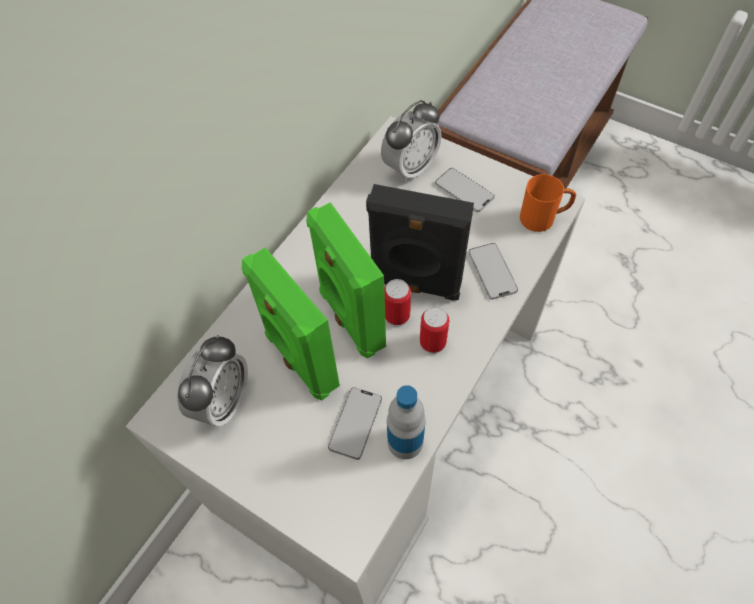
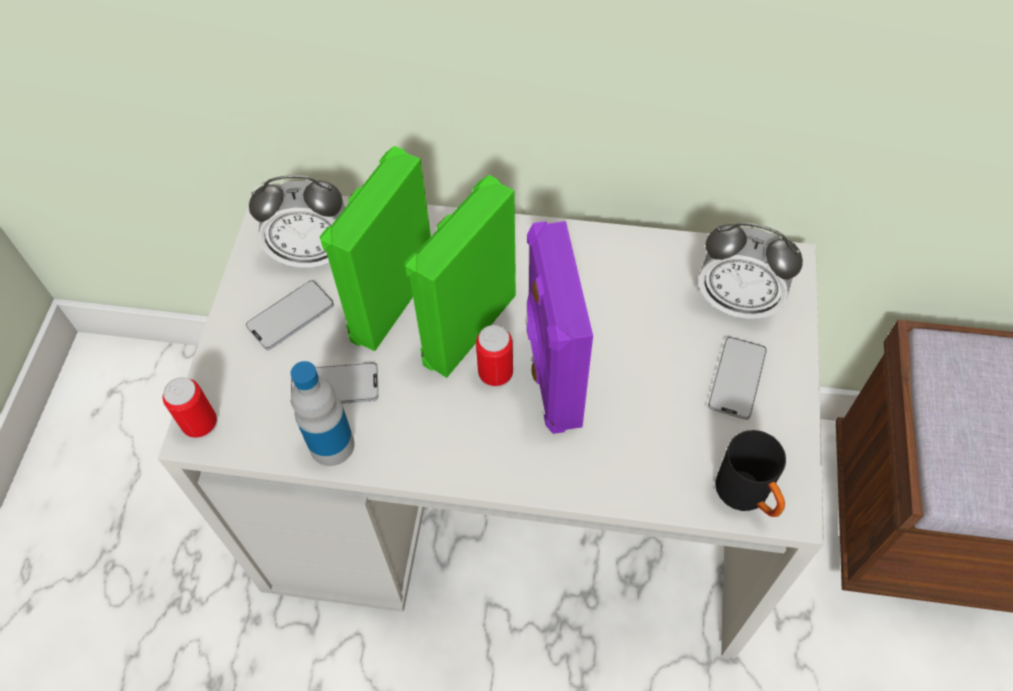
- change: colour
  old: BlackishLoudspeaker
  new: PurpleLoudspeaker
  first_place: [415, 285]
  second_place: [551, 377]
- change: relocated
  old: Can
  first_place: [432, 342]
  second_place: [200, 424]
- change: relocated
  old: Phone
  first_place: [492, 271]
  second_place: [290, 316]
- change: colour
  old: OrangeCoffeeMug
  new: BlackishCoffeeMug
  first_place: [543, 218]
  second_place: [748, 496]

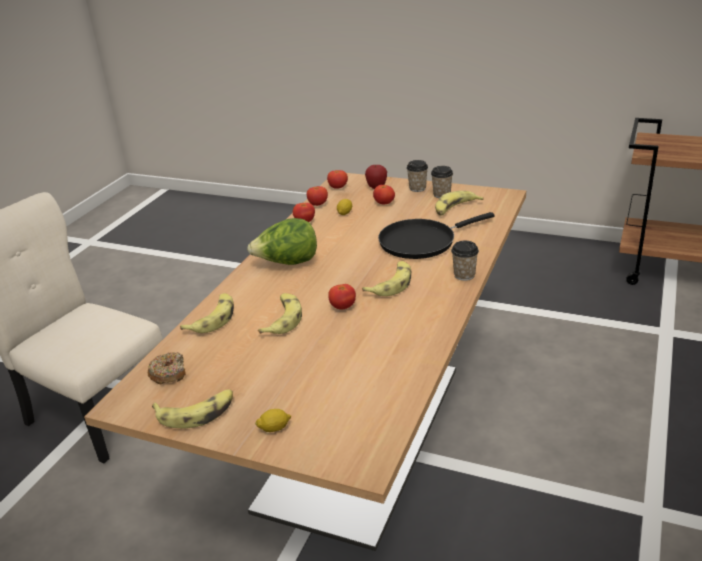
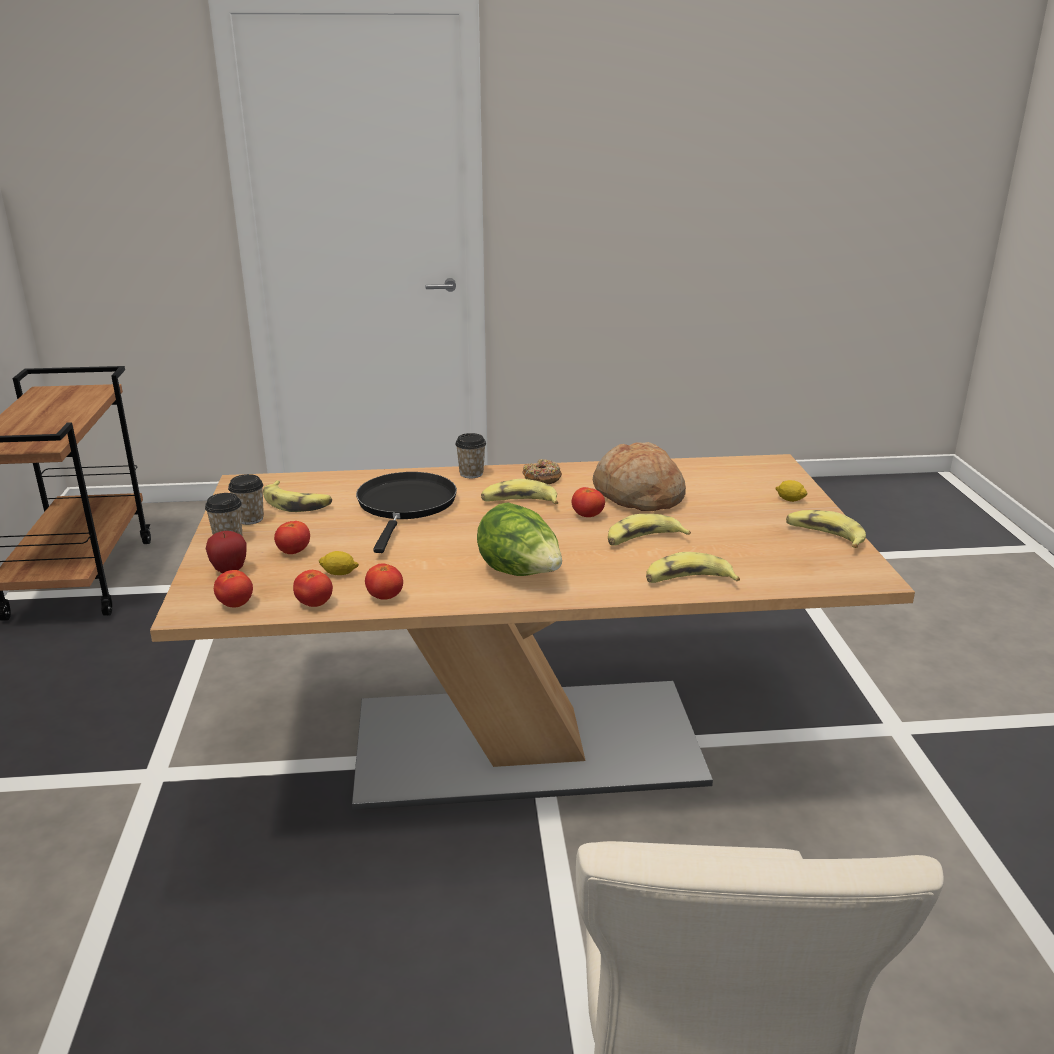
- change: relocated
  old: RingDoughnut
  first_place: [168, 373]
  second_place: [542, 478]
- change: spun
  old: BlackishFryingPan
  first_place: [422, 242]
  second_place: [405, 506]
  degrees: -120
- change: appeared
  new: BakedBread
  second_place: [638, 495]

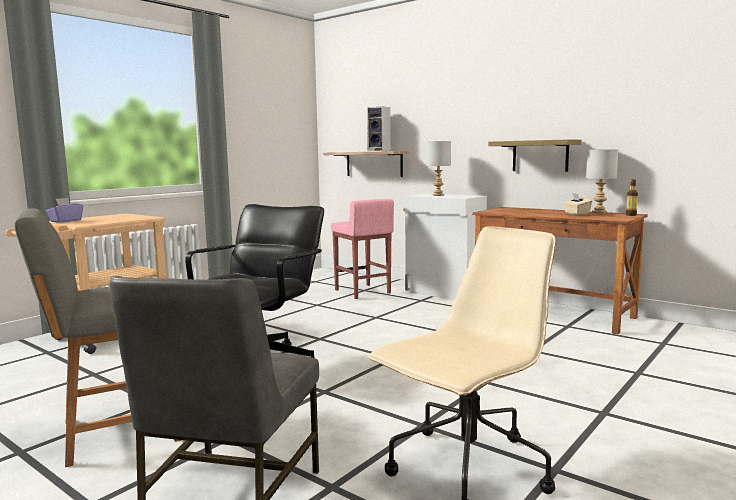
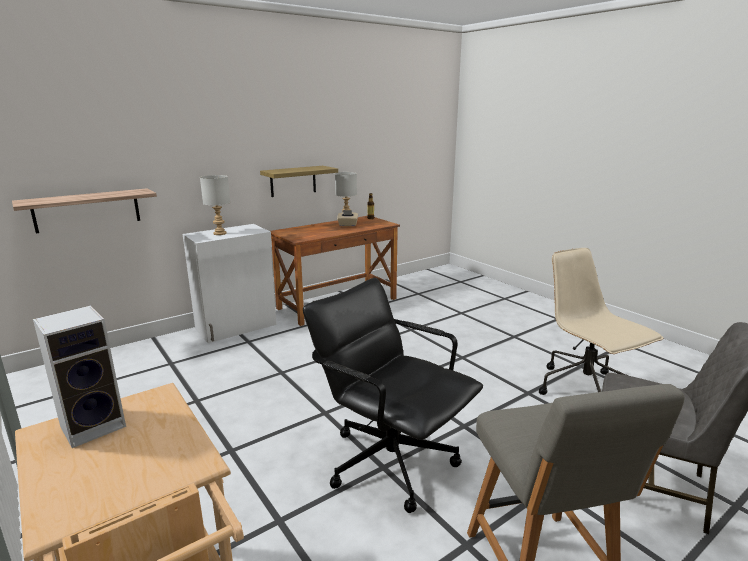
- change: missing
  old: PurpleTissueBox
  first_place: [66, 221]
- change: missing
  old: PinkishStool
  first_place: [362, 292]
- change: relocated
  old: Loudspeaker
  first_place: [380, 151]
  second_place: [95, 425]

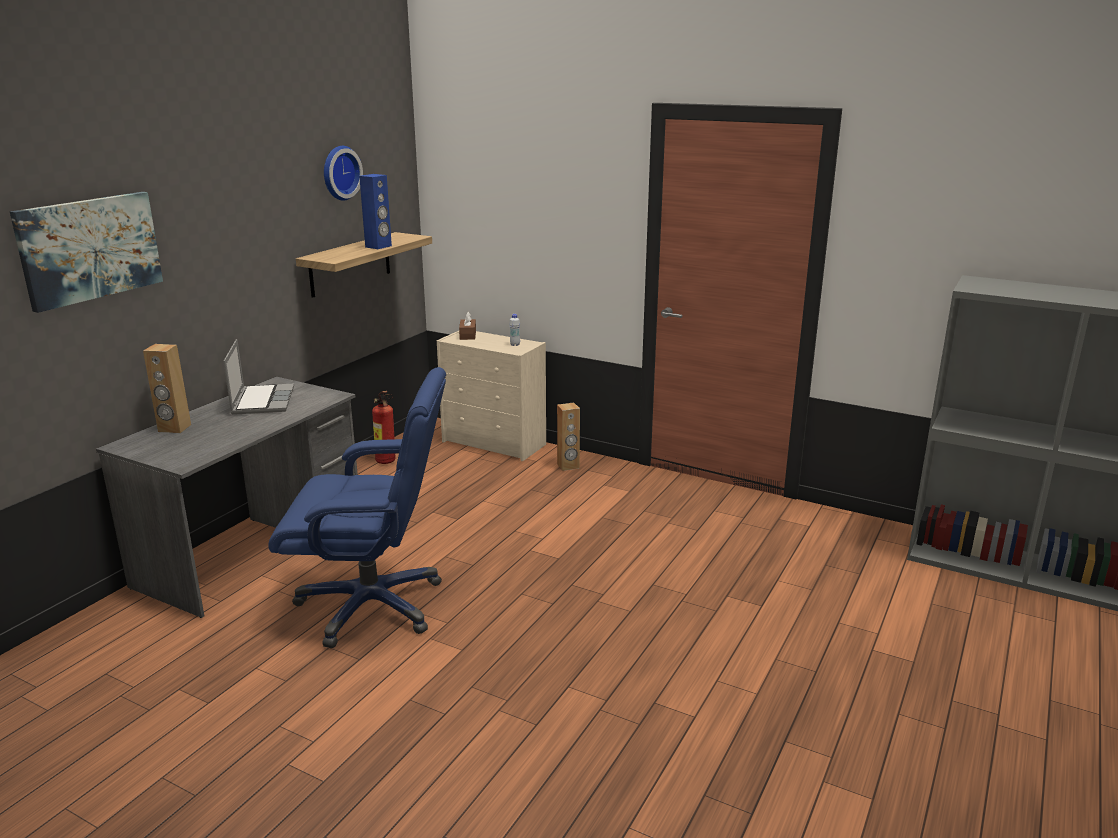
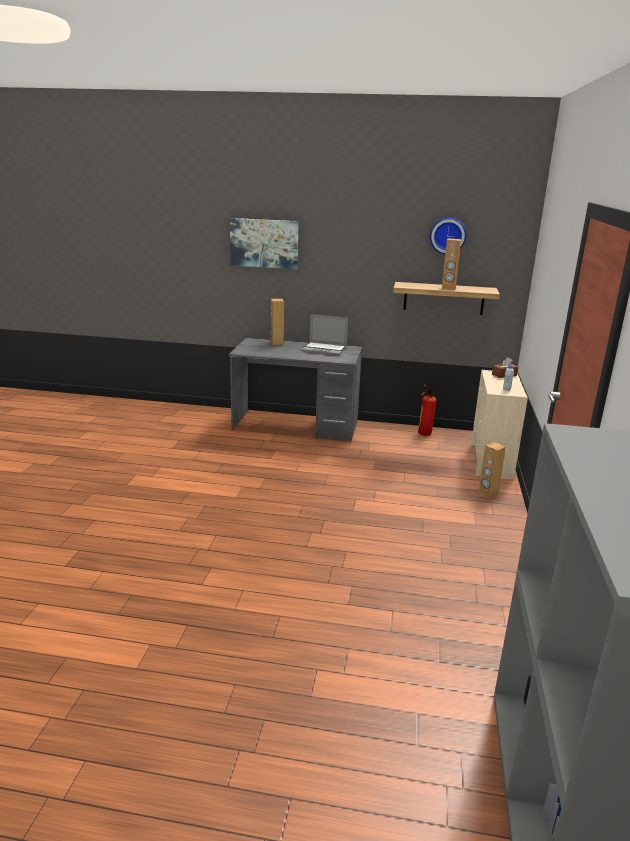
- change: spun
  old: Laptop
  first_place: [262, 401]
  second_place: [325, 350]
  degrees: 45
- change: missing
  old: BlueComputerChair
  first_place: [372, 605]
- change: colour
  old: BlueLoudspeaker
  new: BrownishLoudspeaker
  first_place: [378, 246]
  second_place: [448, 289]

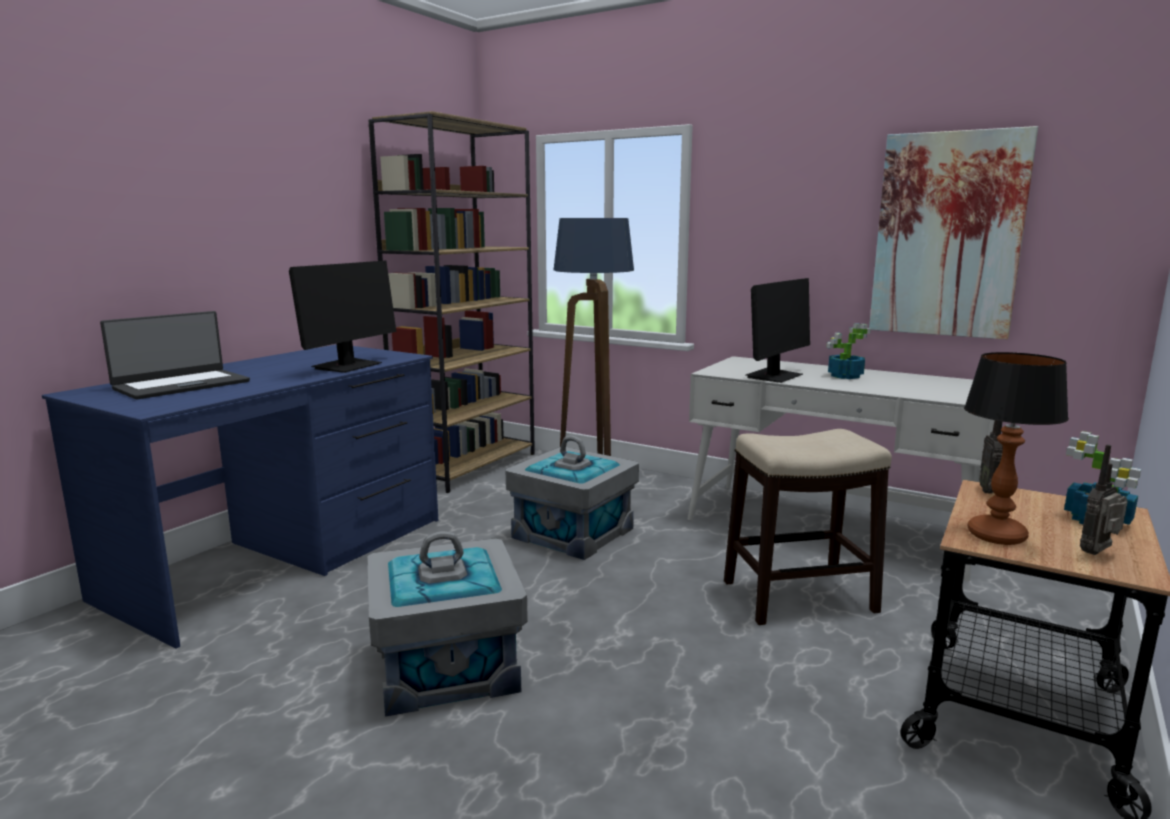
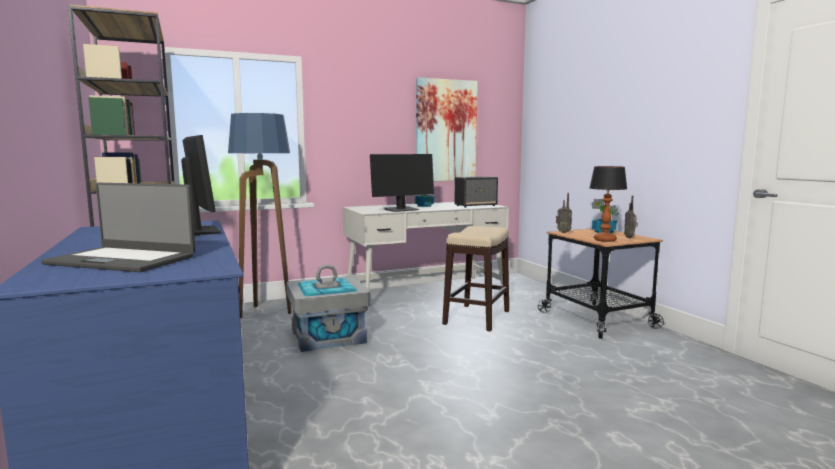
- change: spun
  old: Laptop
  first_place: [181, 385]
  second_place: [123, 260]
  degrees: 120
- change: missing
  old: GrayStorageContainer
  first_place: [447, 665]
- change: spun
  old: ComputerScreen
  first_place: [774, 376]
  second_place: [401, 210]
  degrees: 75
- change: appeared
  new: Loudspeaker
  second_place: [476, 205]

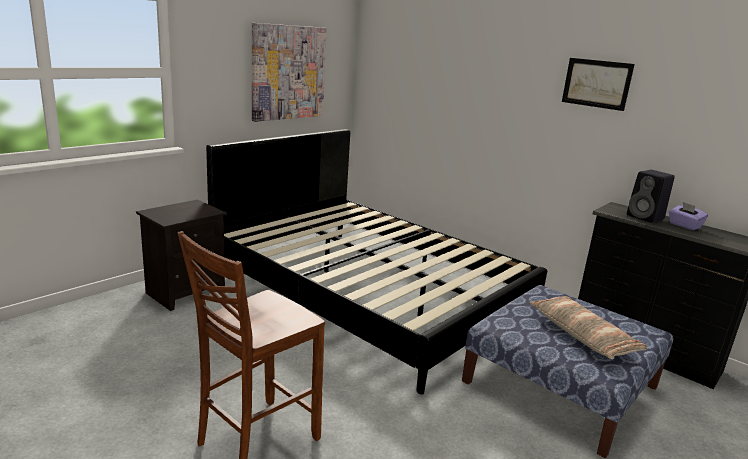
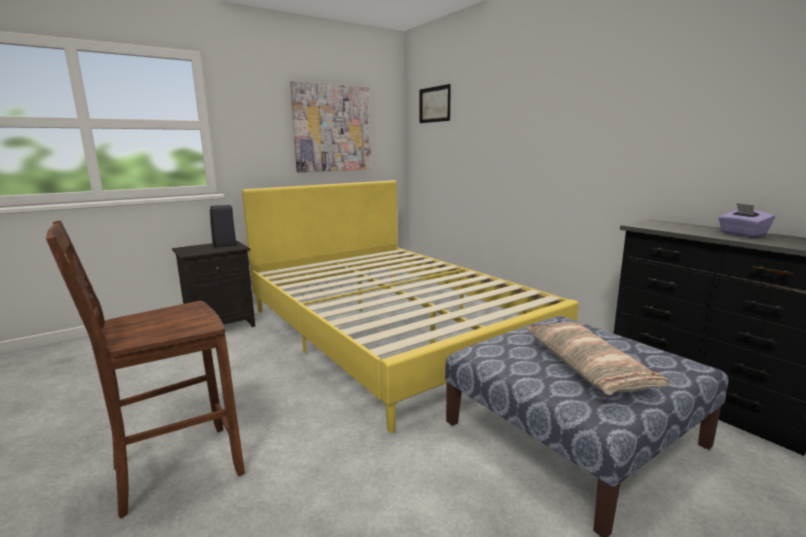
- change: colour
  old: BlackishSleepingBed
  new: YellowSleepingBed
  first_place: [369, 293]
  second_place: [393, 330]
- change: relocated
  old: WallPicture
  first_place: [596, 83]
  second_place: [434, 104]
- change: relocated
  old: BlackishLoudspeaker
  first_place: [646, 218]
  second_place: [225, 244]

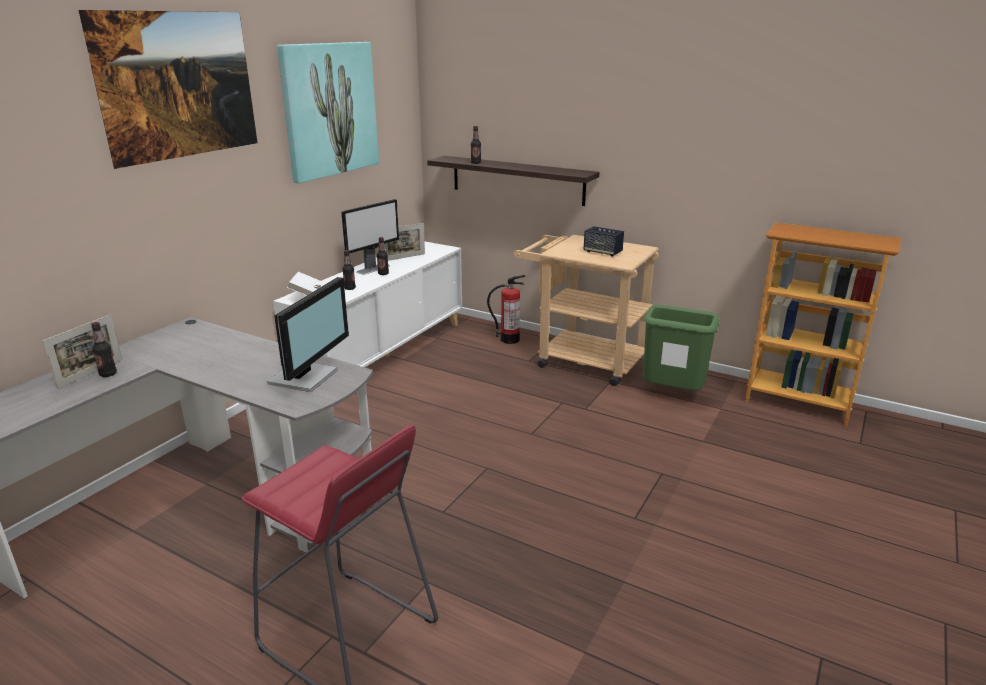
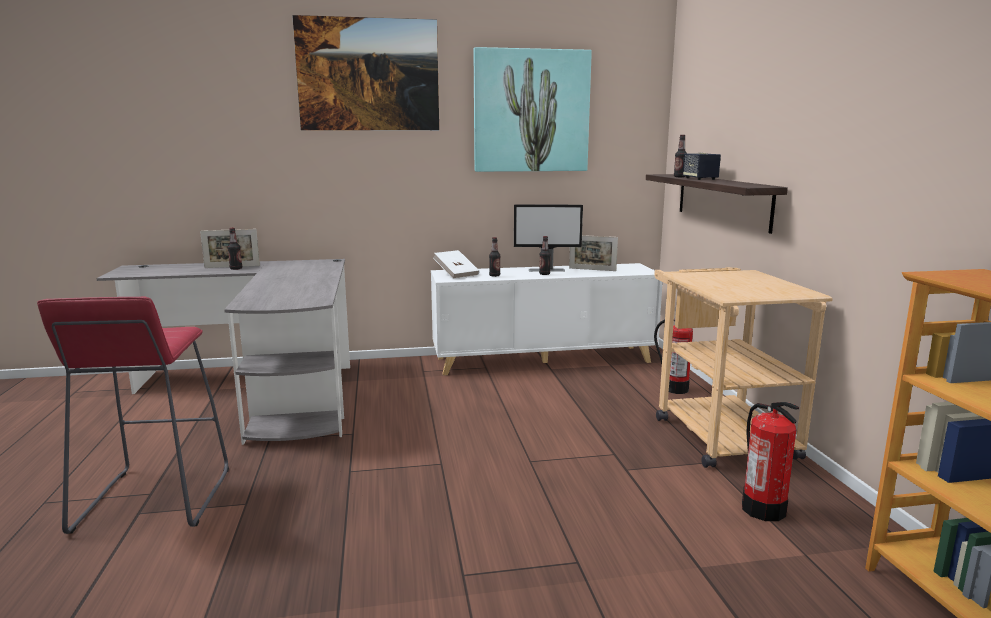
- change: missing
  old: ComputerScreen
  first_place: [306, 377]
- change: relocated
  old: Loudspeaker
  first_place: [602, 252]
  second_place: [700, 179]
- change: exchanged
  old: GreenTrashCan
  new: Extinguisher
  first_place: [672, 395]
  second_place: [763, 509]

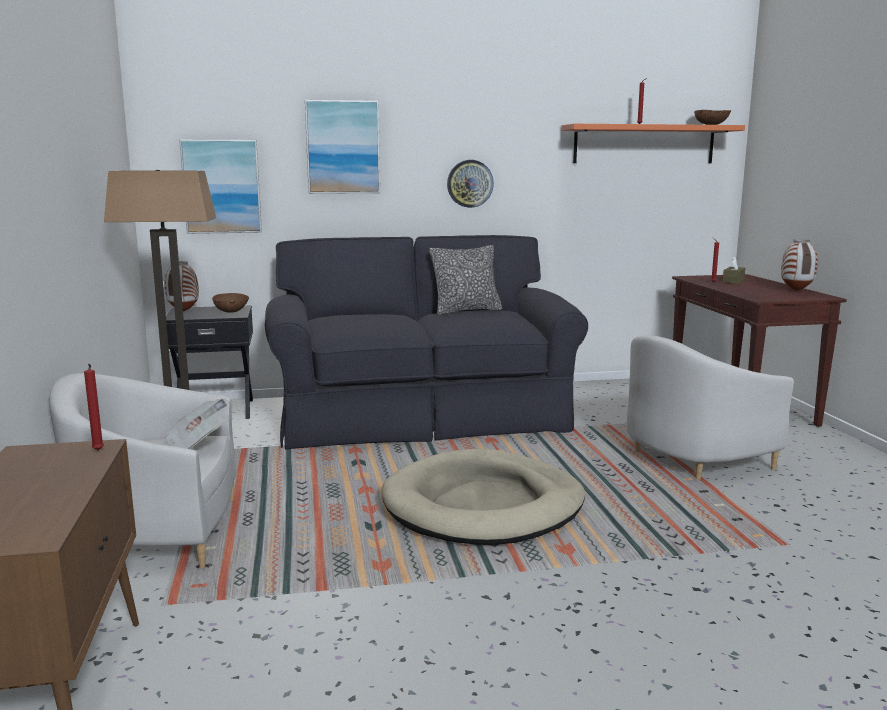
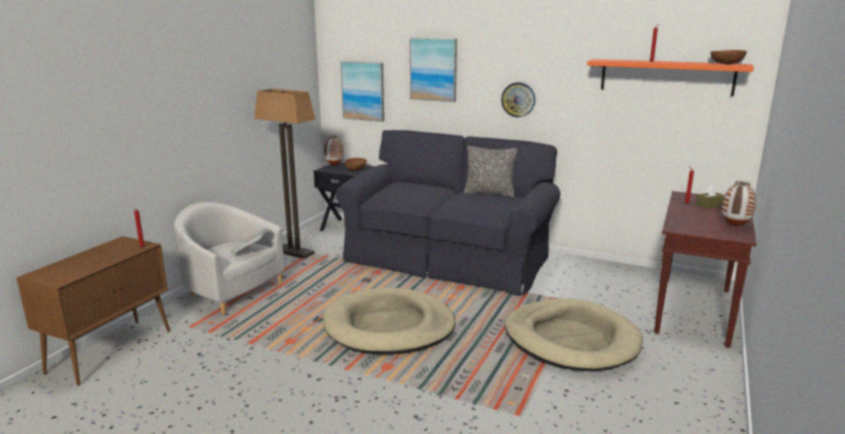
- change: exchanged
  old: WhiteColouredEasyChair
  new: SandColouredDogCushion
  first_place: [693, 458]
  second_place: [570, 340]

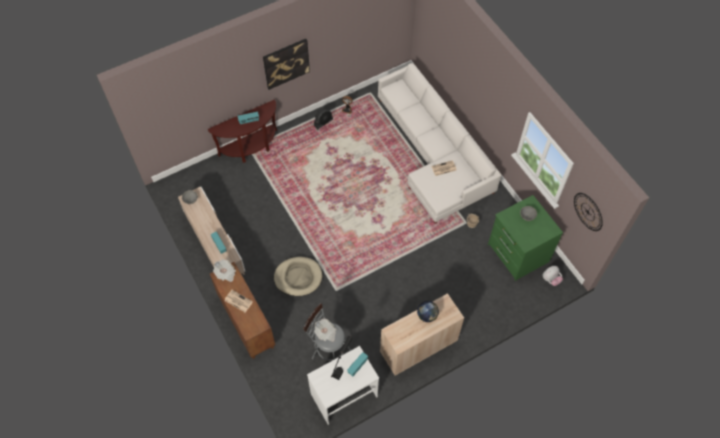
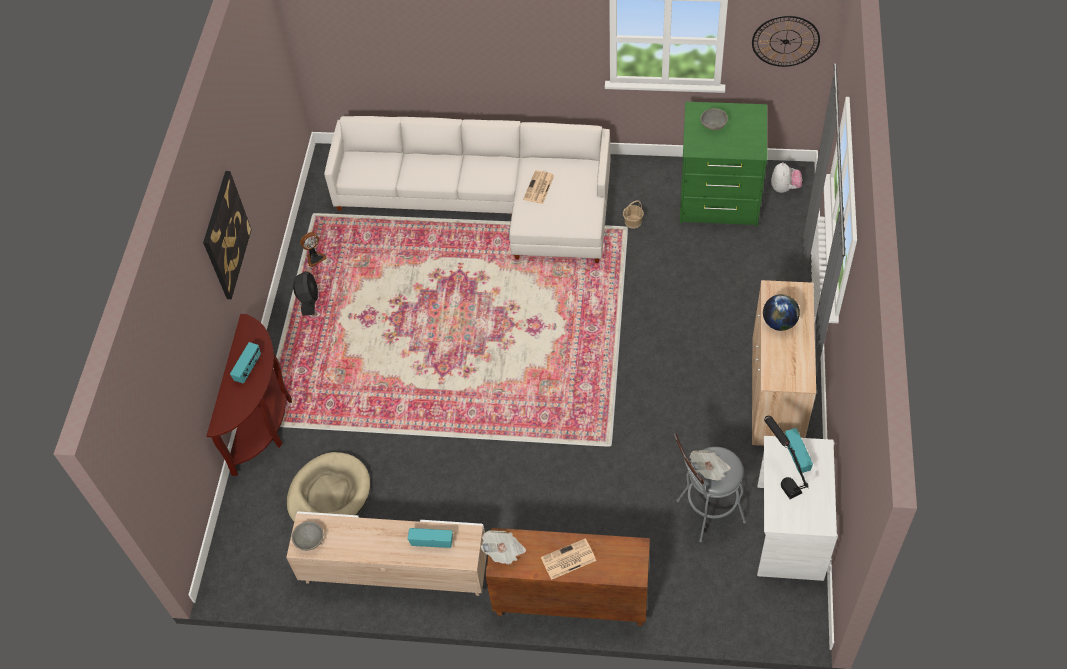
- change: relocated
  old: SandColouredDogCushion
  first_place: [298, 277]
  second_place: [329, 494]

